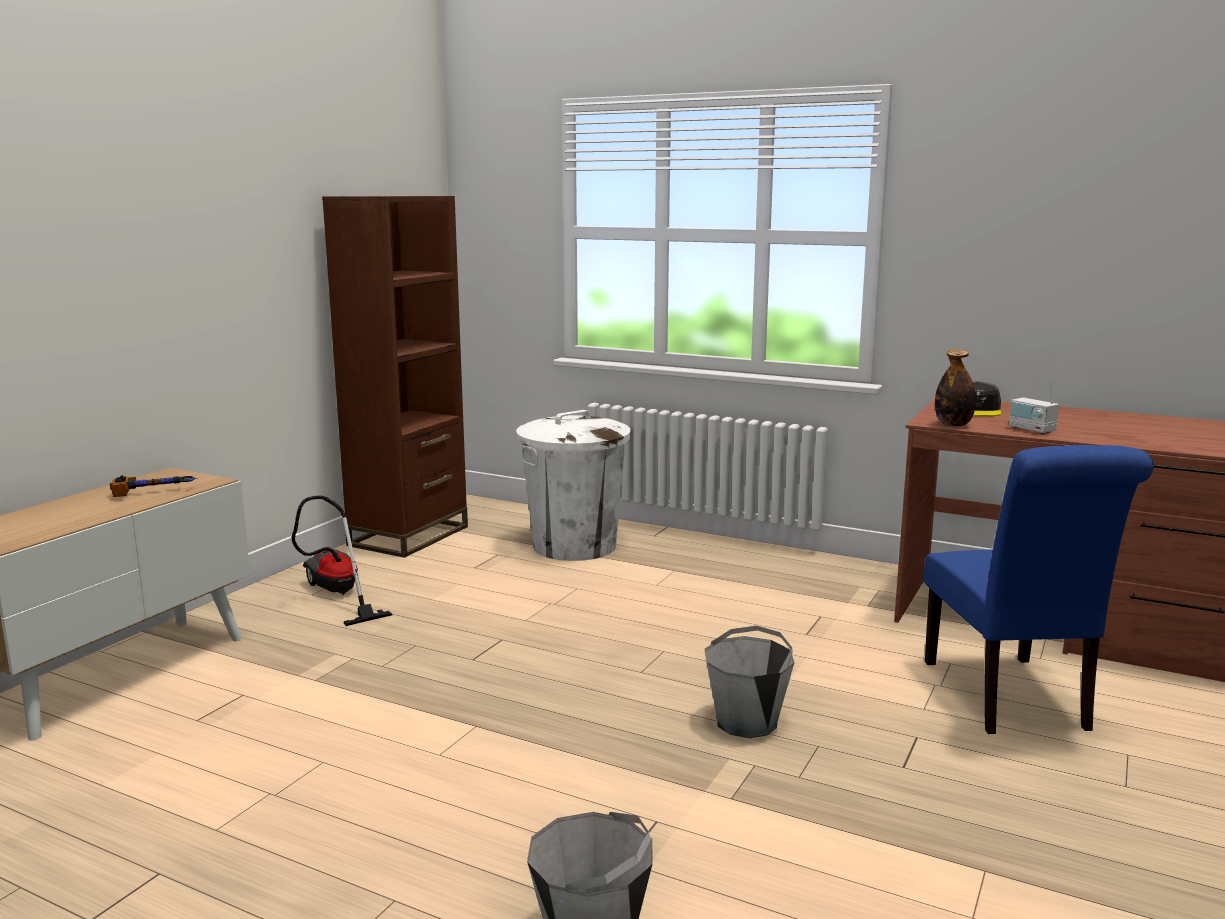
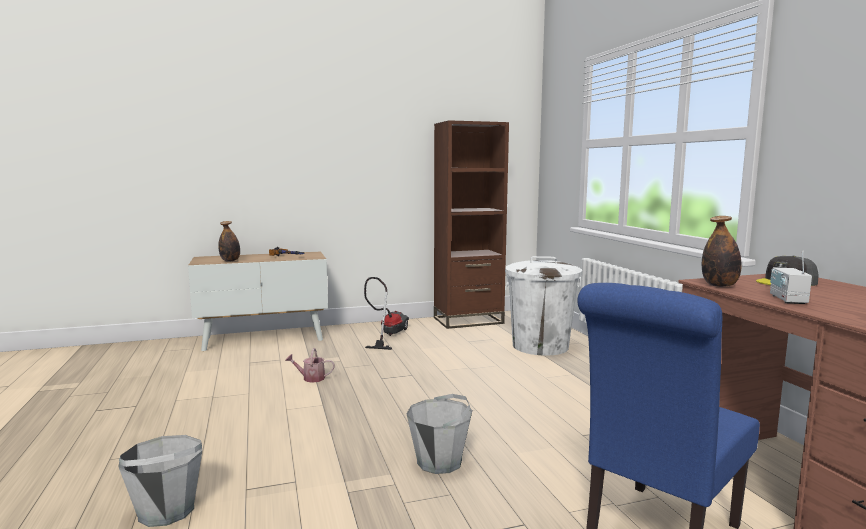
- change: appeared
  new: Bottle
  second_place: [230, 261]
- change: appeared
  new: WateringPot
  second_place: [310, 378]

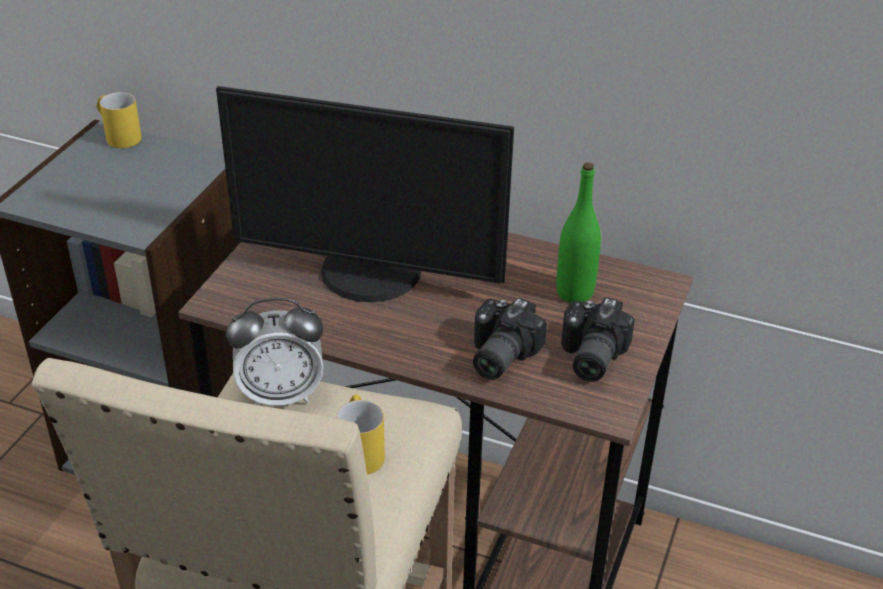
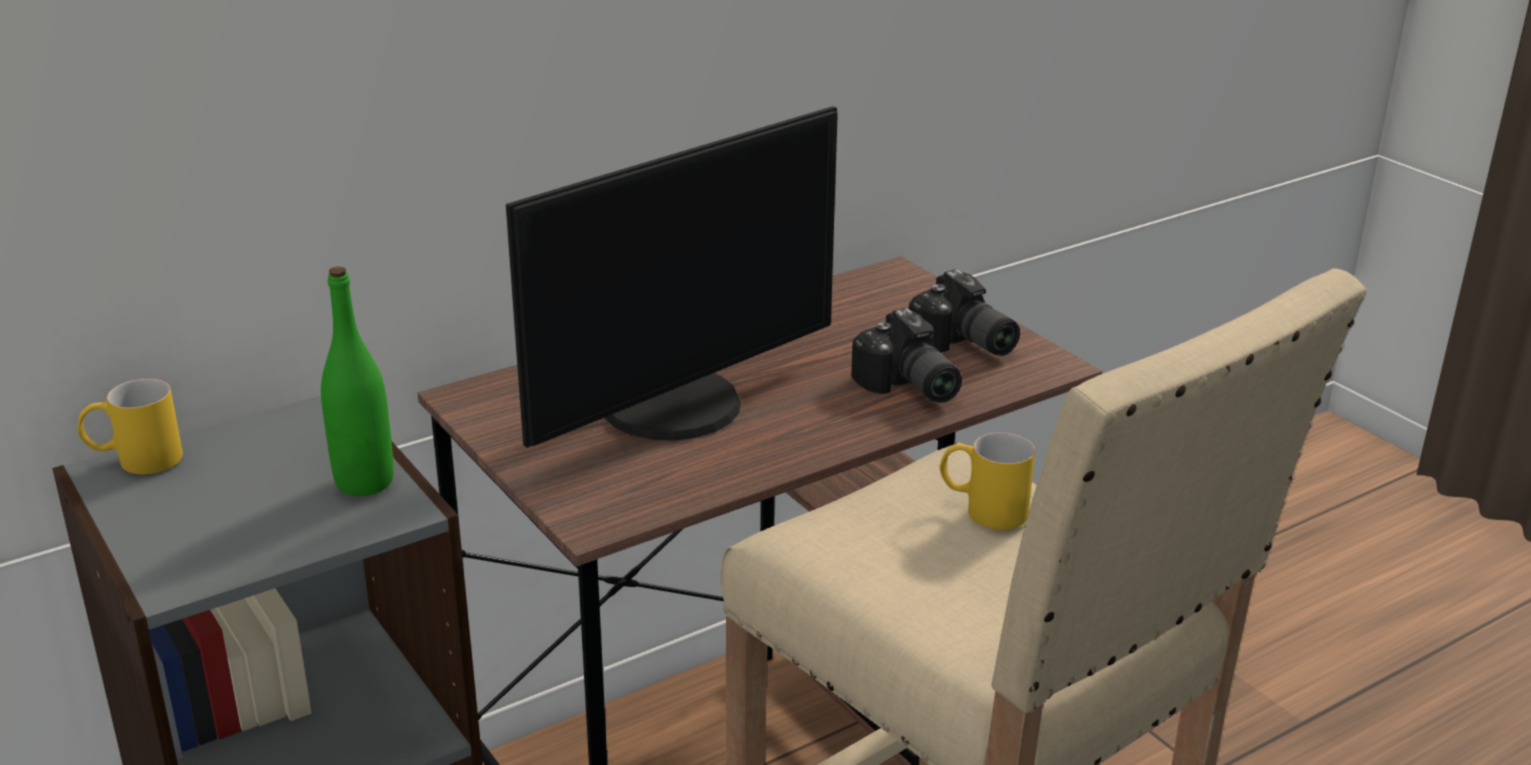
- change: missing
  old: AlarmClock
  first_place: [281, 394]
- change: relocated
  old: GreenBottle
  first_place: [574, 292]
  second_place: [364, 482]

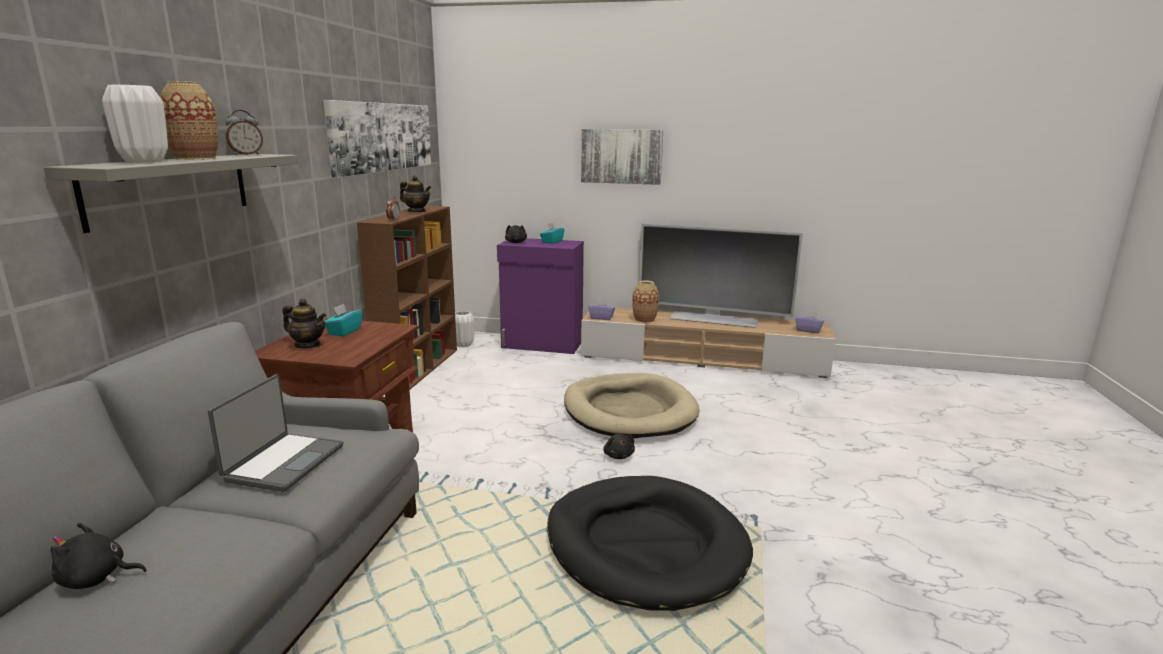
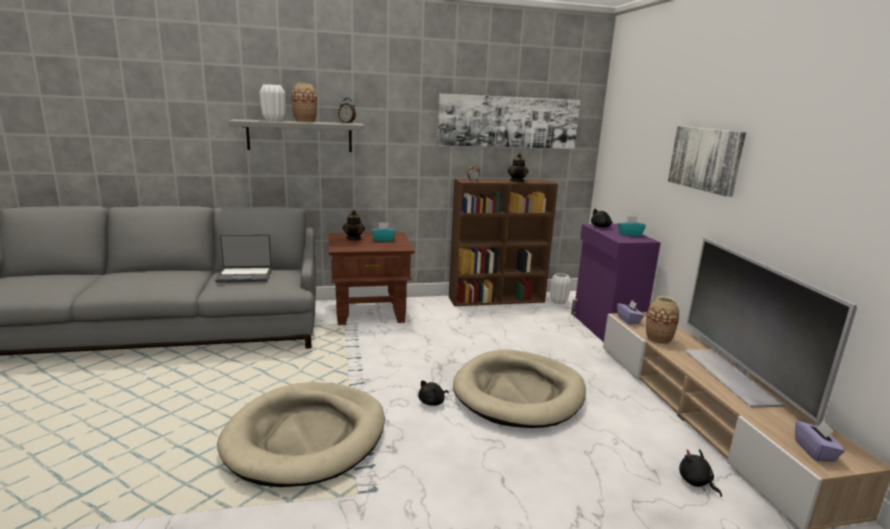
- change: relocated
  old: BlackishSoftToy
  first_place: [96, 578]
  second_place: [696, 482]
- change: colour
  old: BlackishDogCushion
  new: SandColouredDogCushion
  first_place: [645, 546]
  second_place: [307, 437]

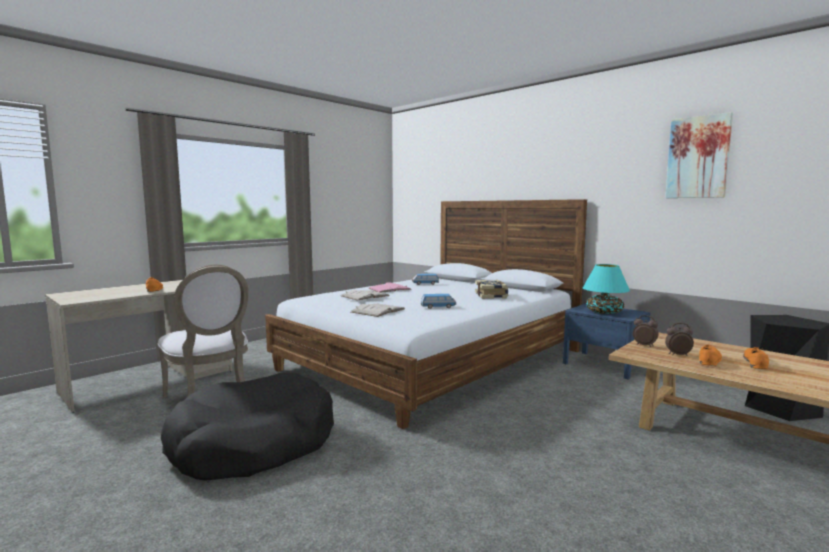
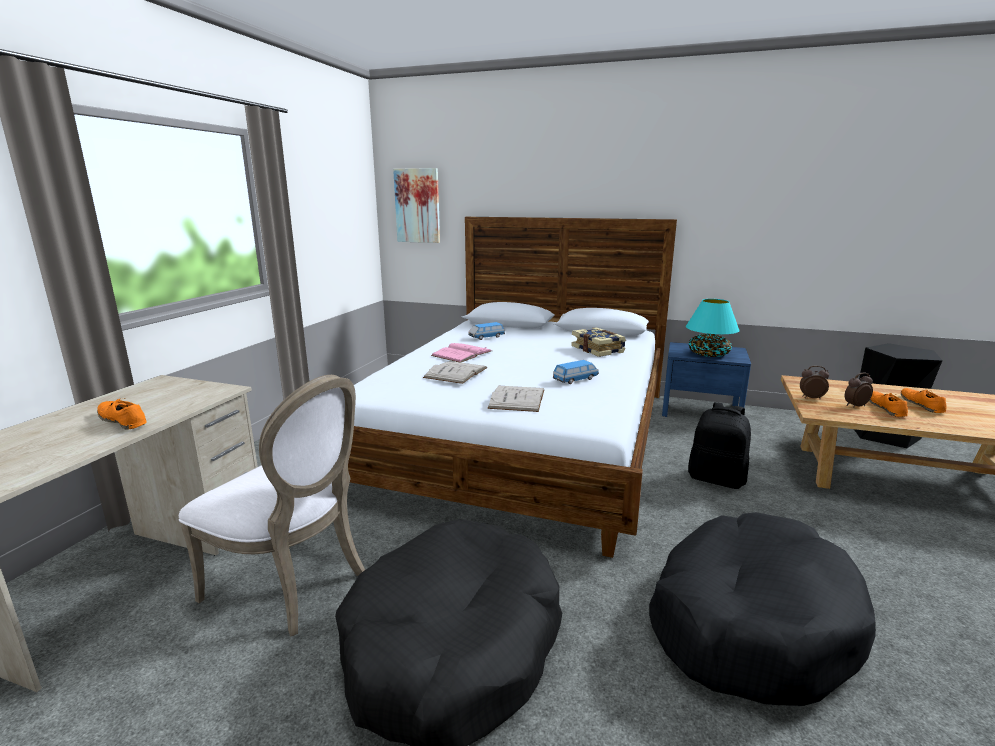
- change: relocated
  old: WallPicture
  first_place: [698, 157]
  second_place: [417, 206]
- change: appeared
  new: BlackishDogCushion
  second_place: [750, 622]
- change: appeared
  new: BlackishRucksack
  second_place: [716, 479]

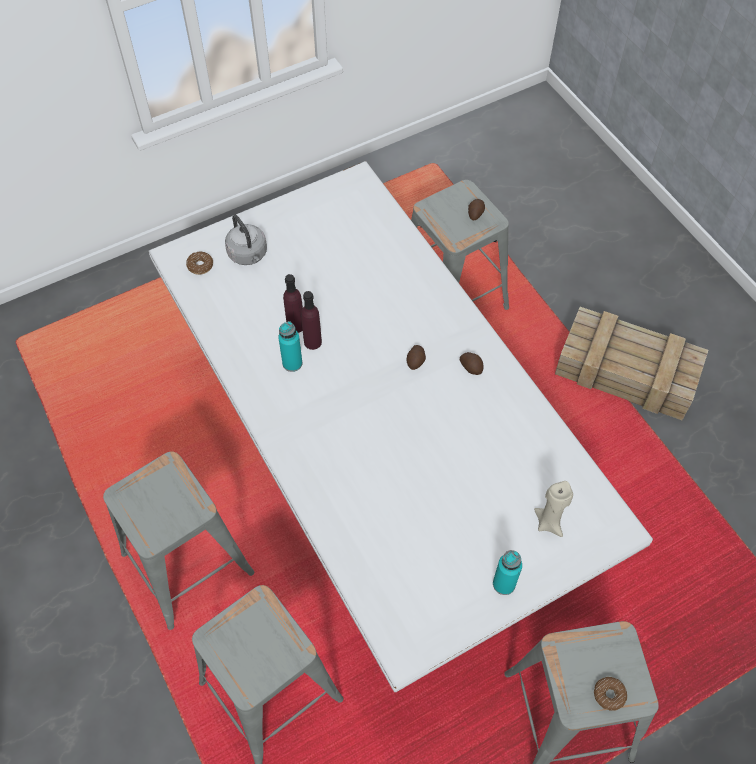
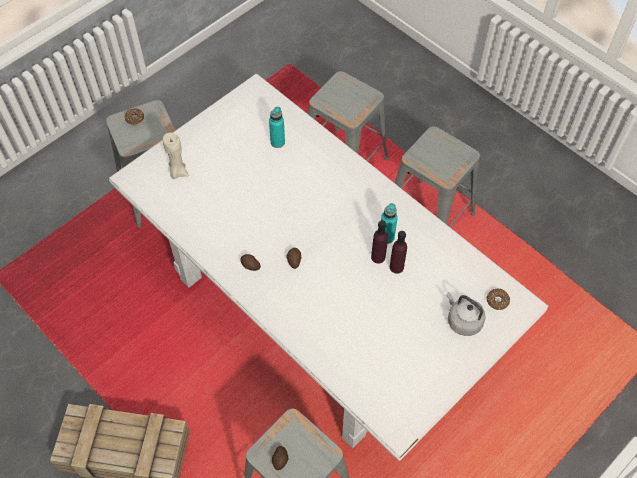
- change: relocated
  old: BlueGreenBottle
  first_place: [504, 584]
  second_place: [277, 142]

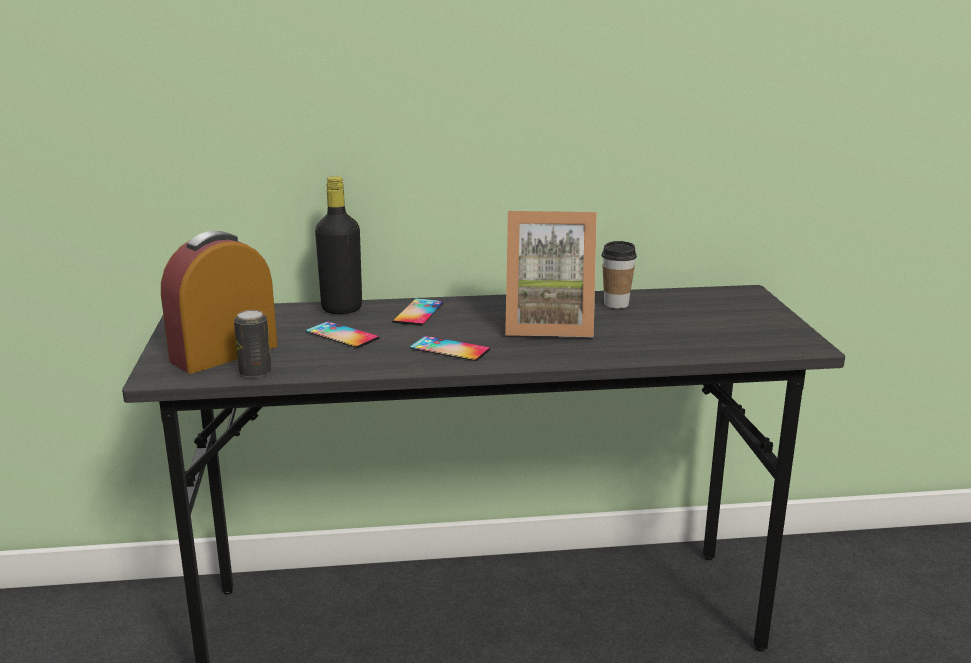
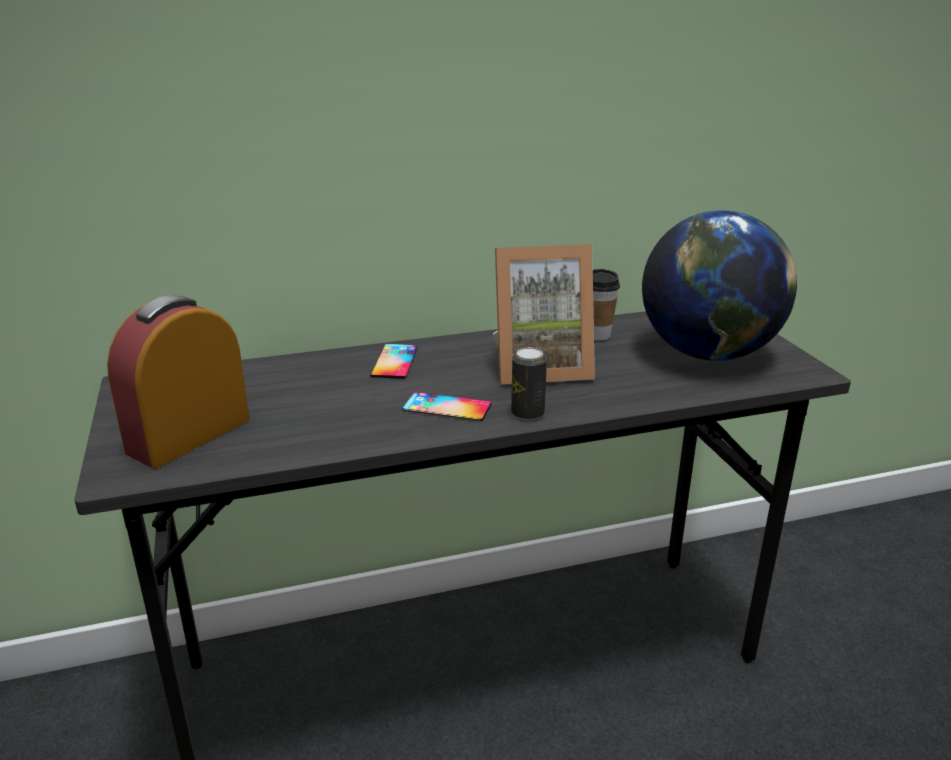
- change: relocated
  old: Can
  first_place: [255, 372]
  second_place: [527, 413]
- change: missing
  old: Phone
  first_place: [342, 335]
- change: missing
  old: BlackishBottle
  first_place: [342, 309]
- change: appeared
  new: Globe
  second_place: [708, 355]

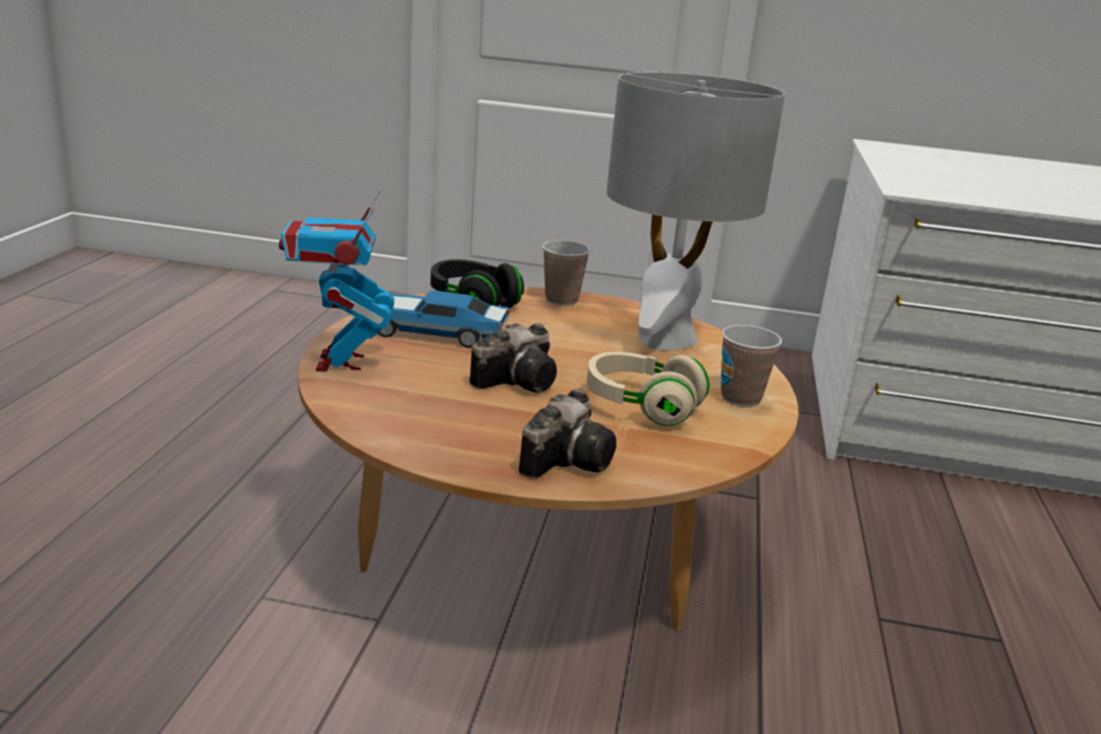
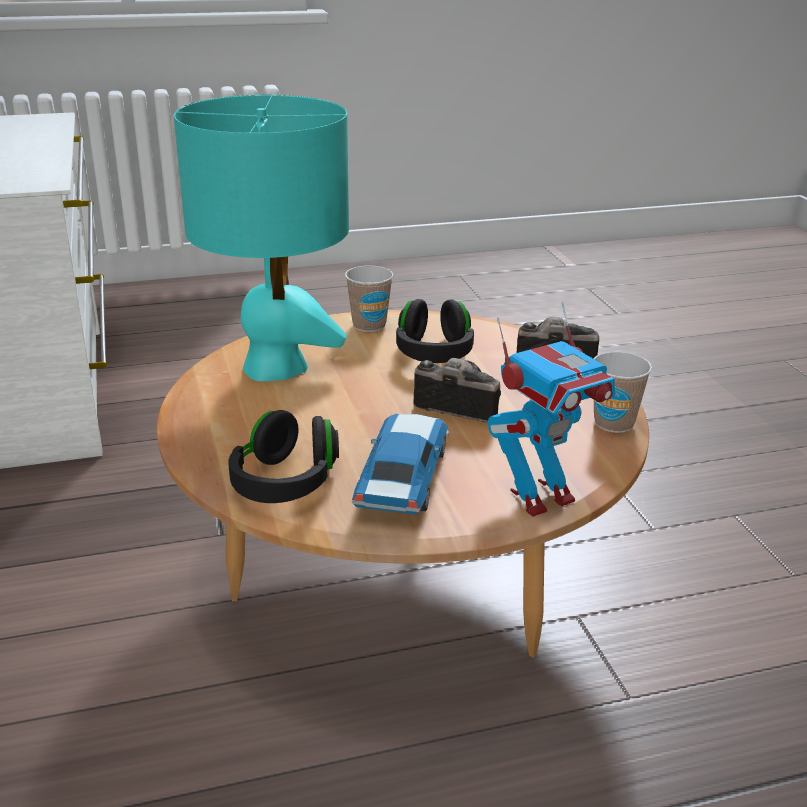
- change: spun
  old: MiniatureCar
  first_place: [432, 332]
  second_place: [403, 477]
  degrees: -150
- change: relocated
  old: Cup
  first_place: [561, 300]
  second_place: [613, 423]
- change: colour
  old: SandColouredHeadset
  new: BlackishHeadset
  first_place: [641, 406]
  second_place: [434, 353]
- change: colour
  old: GrayLampForATable
  new: BlueGreenLampForATable
  first_place: [665, 339]
  second_place: [275, 368]

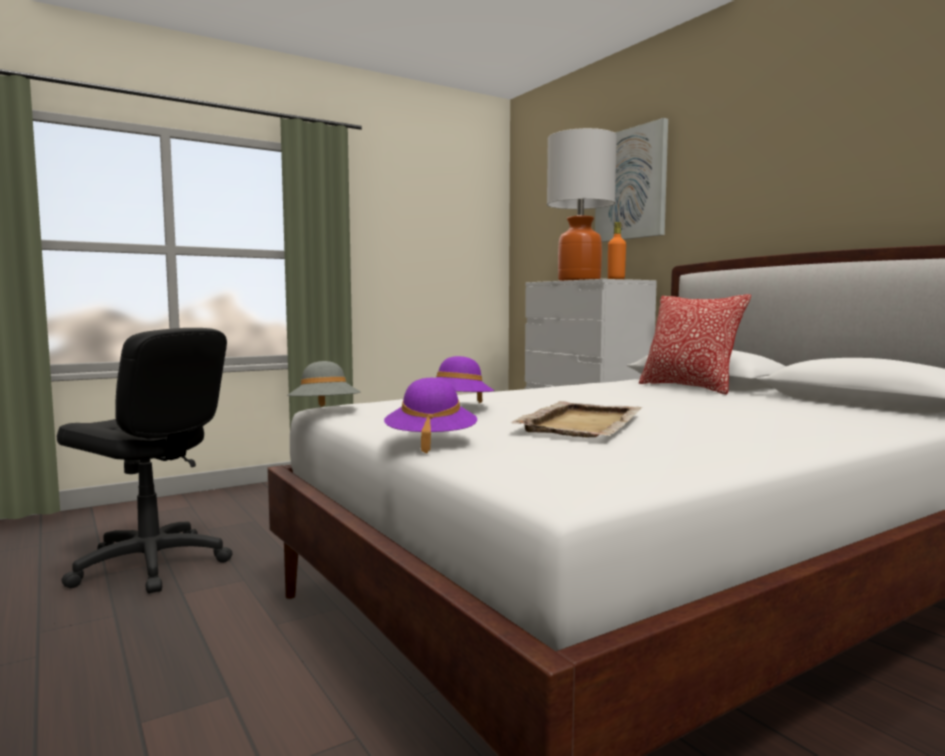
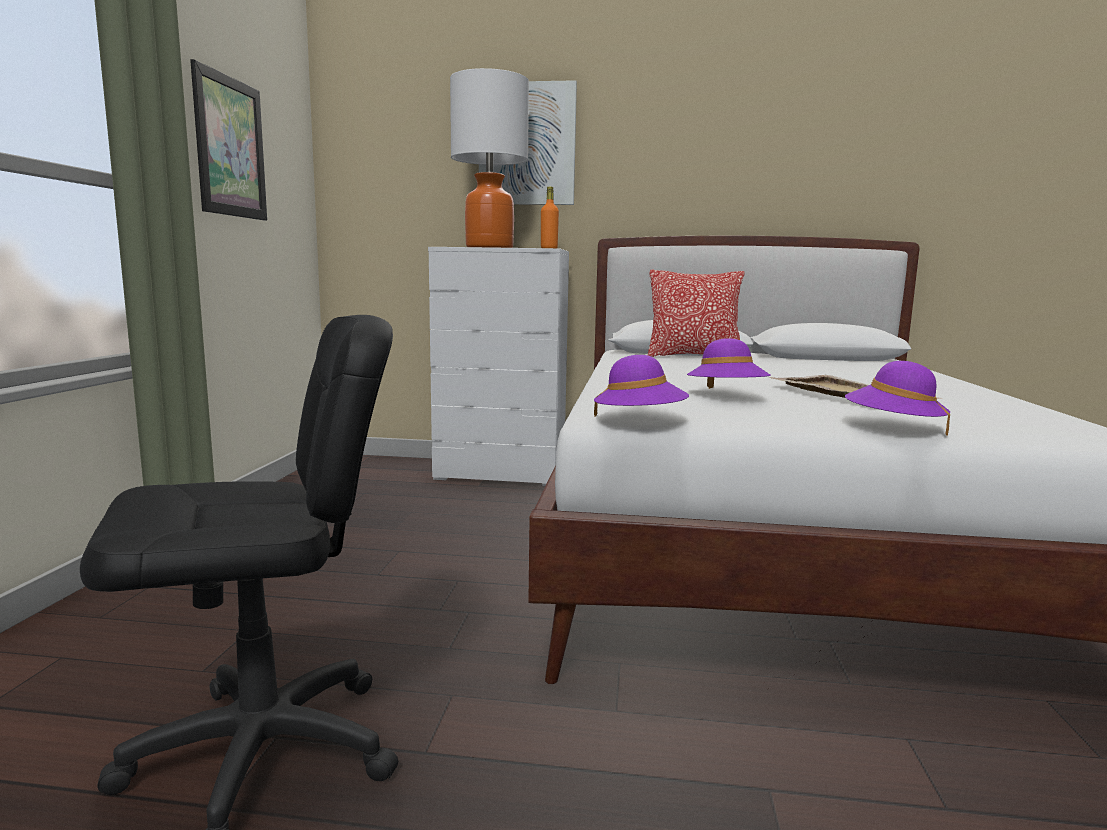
- change: colour
  old: GrayHat
  new: PurpleHat
  first_place: [325, 412]
  second_place: [640, 421]
- change: appeared
  new: WallPicture
  second_place: [230, 147]

